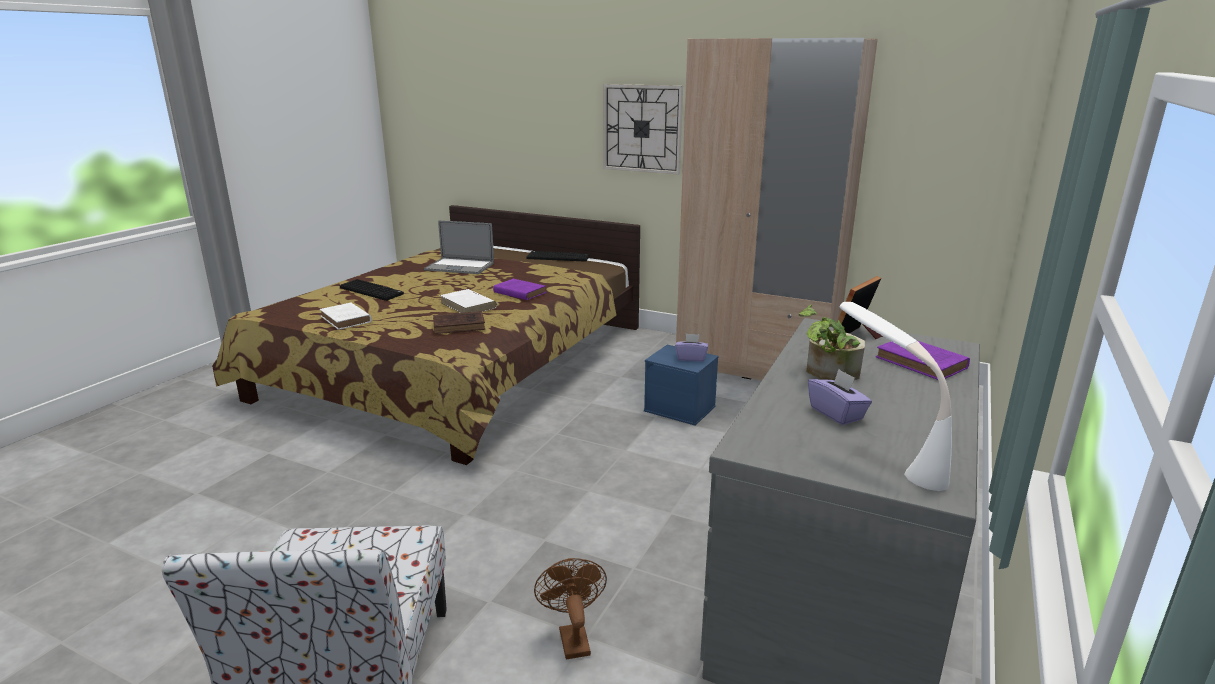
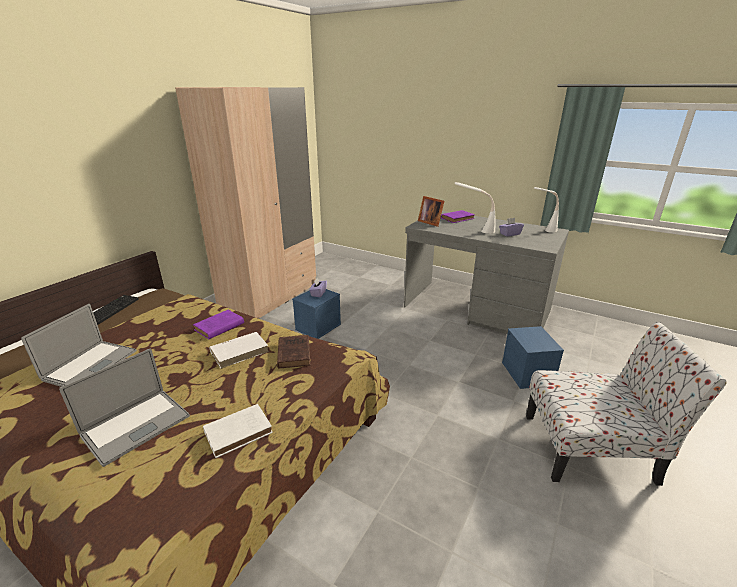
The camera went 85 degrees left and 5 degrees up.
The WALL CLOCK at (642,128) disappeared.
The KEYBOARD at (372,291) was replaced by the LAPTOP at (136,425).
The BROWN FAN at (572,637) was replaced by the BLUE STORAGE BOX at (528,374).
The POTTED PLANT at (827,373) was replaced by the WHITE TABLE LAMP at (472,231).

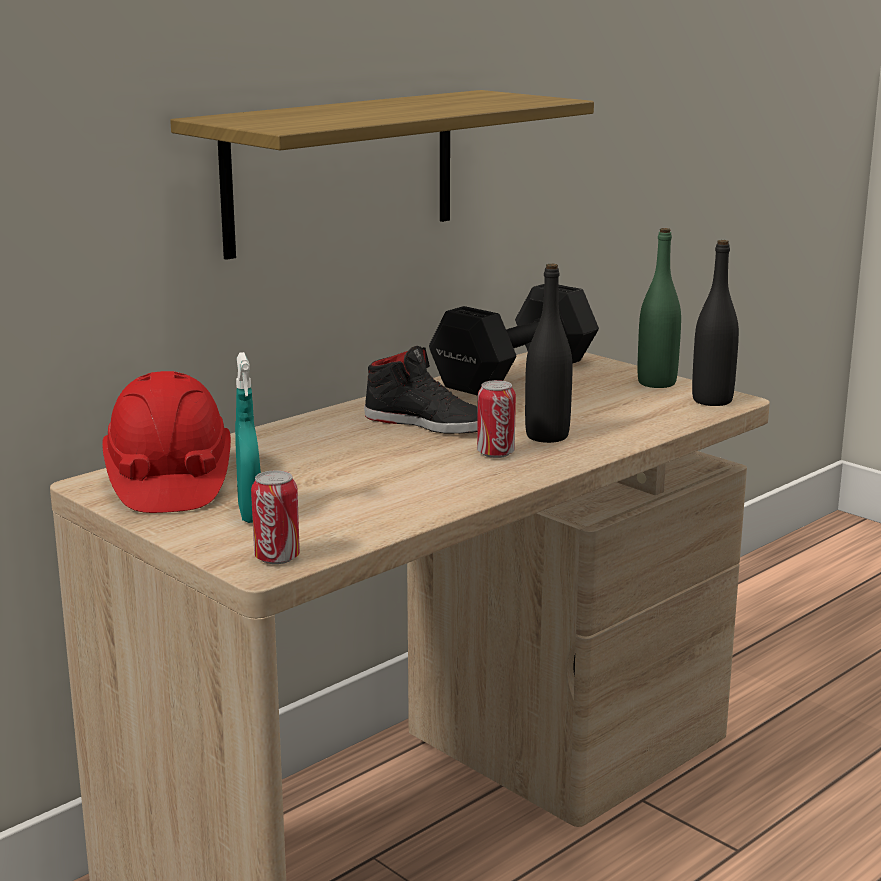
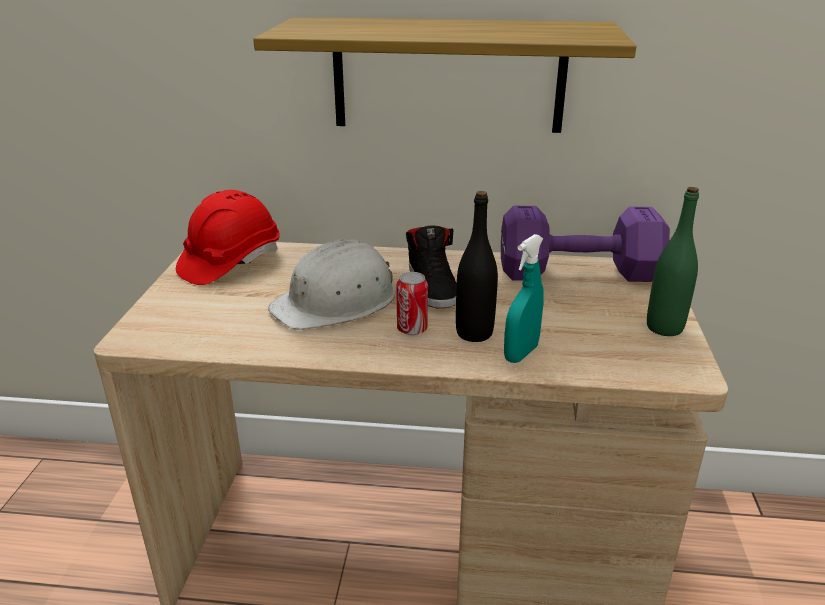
The camera went 50 degrees right and 10 degrees up.
The CAN at (277,558) disappeared.
The BLACK BOTTLE at (712,400) disappeared.
The WHITE HARD HAT at (337,301) appeared.
The TURQUOISE SPRAY BOTTLE moved from (250,514) to (521,353).
The BLACK DUMBBELL at (519,373) became the PURPLE DUMBBELL at (582,273).

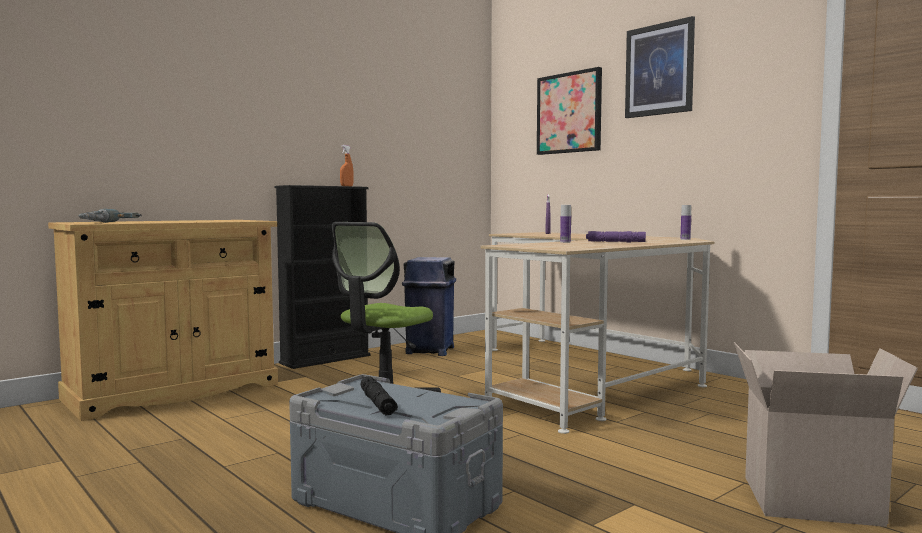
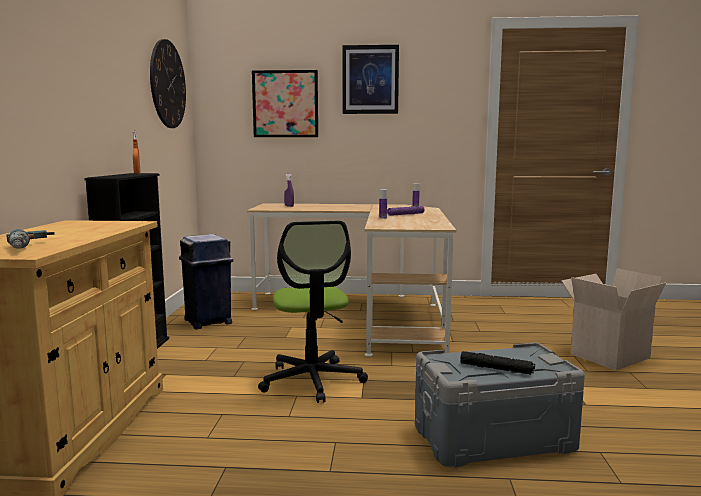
The camera went 45 degrees left and 5 degrees up.
The WALL CLOCK at (167,84) appeared.

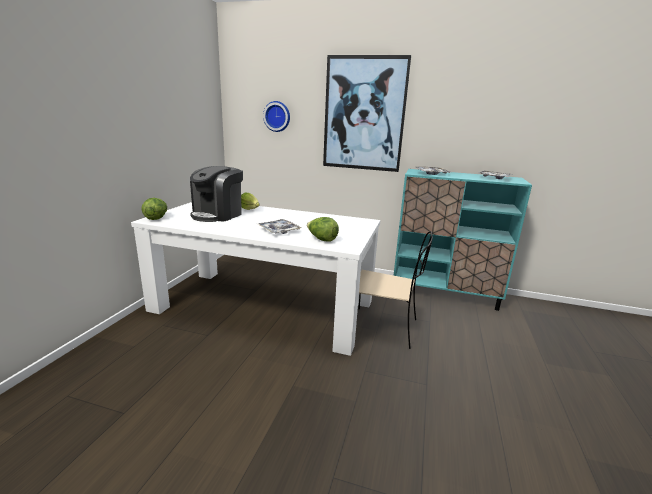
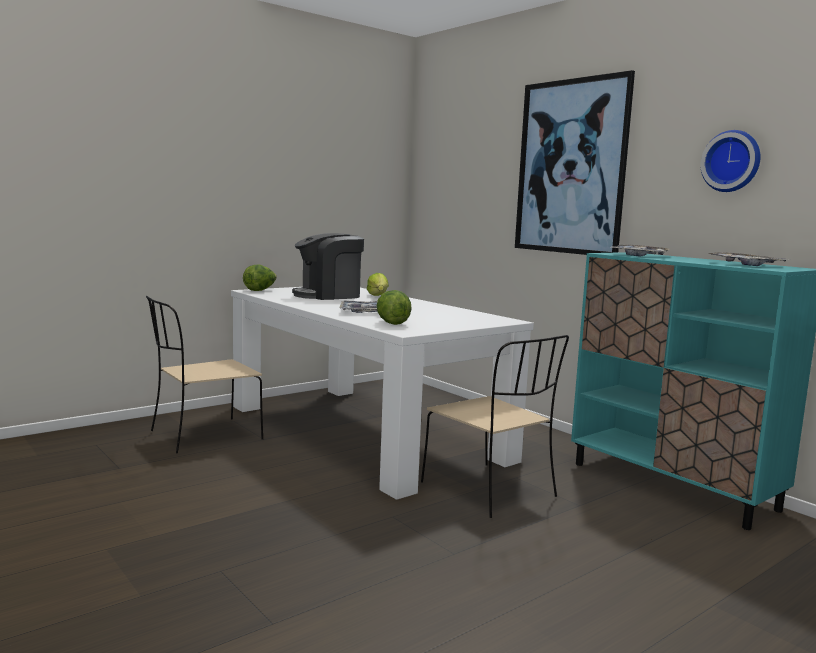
The camera went 35 degrees right and 10 degrees down.
The BEIGE CHAIR at (203,436) appeared.
The WALL CLOCK moved from (277,116) to (732,161).

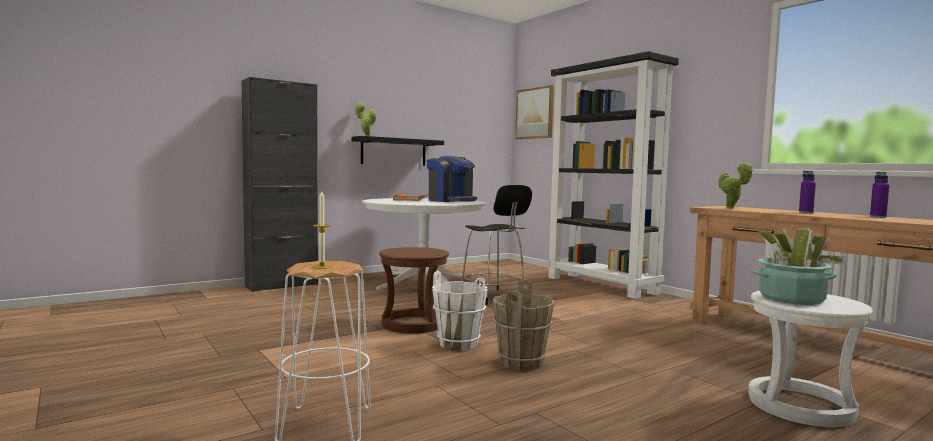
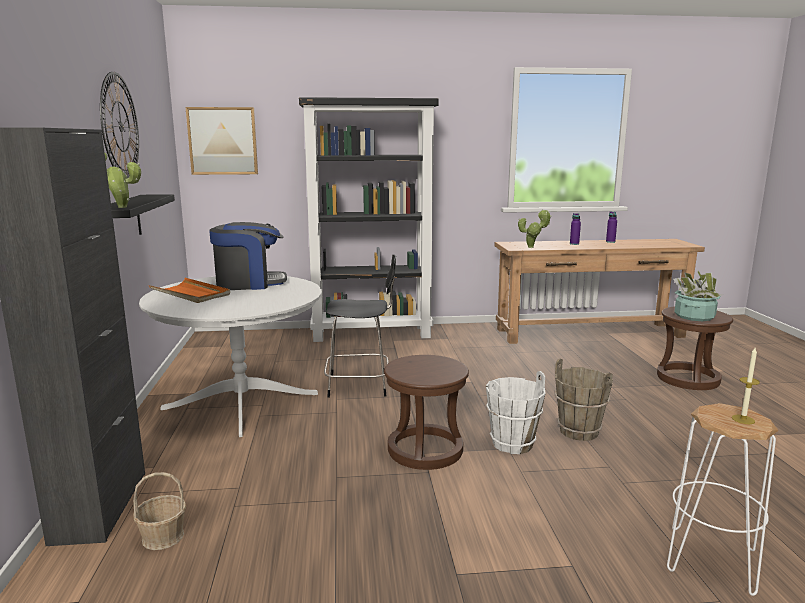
The camera went 60 degrees left and 10 degrees up.
The WALL CLOCK at (120,126) appeared.
The BASKET at (163,536) appeared.
The WHITE STOOL at (800,405) became the BROWN STOOL at (687,378).

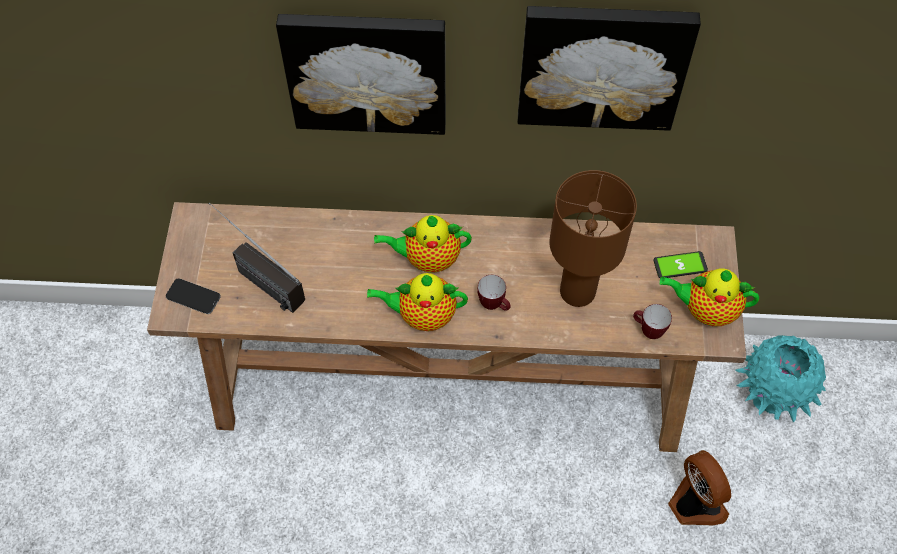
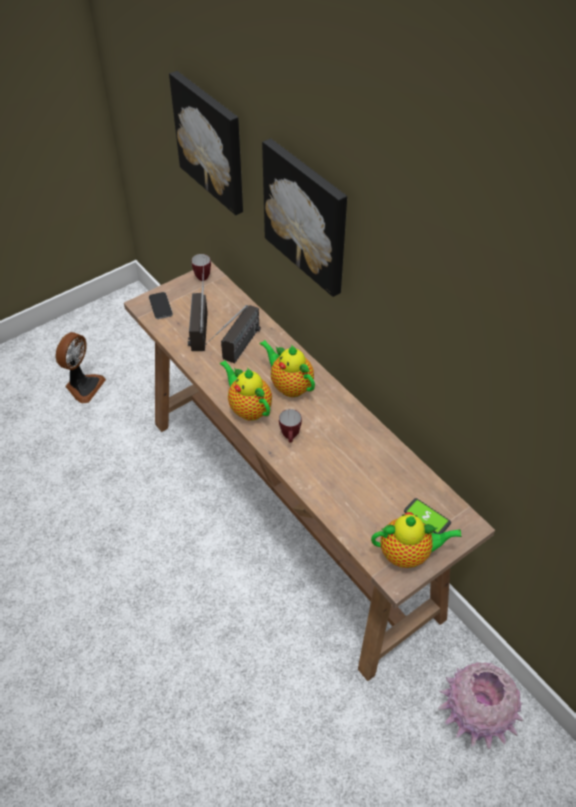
The camera went 50 degrees right and 10 degrees down.
The BROWN TABLE LAMP at (576,292) disappeared.
The RADIO at (236,353) appeared.
The PICTURE moved from (602,64) to (211,142).
The MUG moved from (647,331) to (202,276).
The FAN moved from (694,503) to (83,386).
The TURQUOISE VASE at (772,394) became the PINK VASE at (474,717).
The TEAPOT at (705,310) turned 120 degrees clockwise.

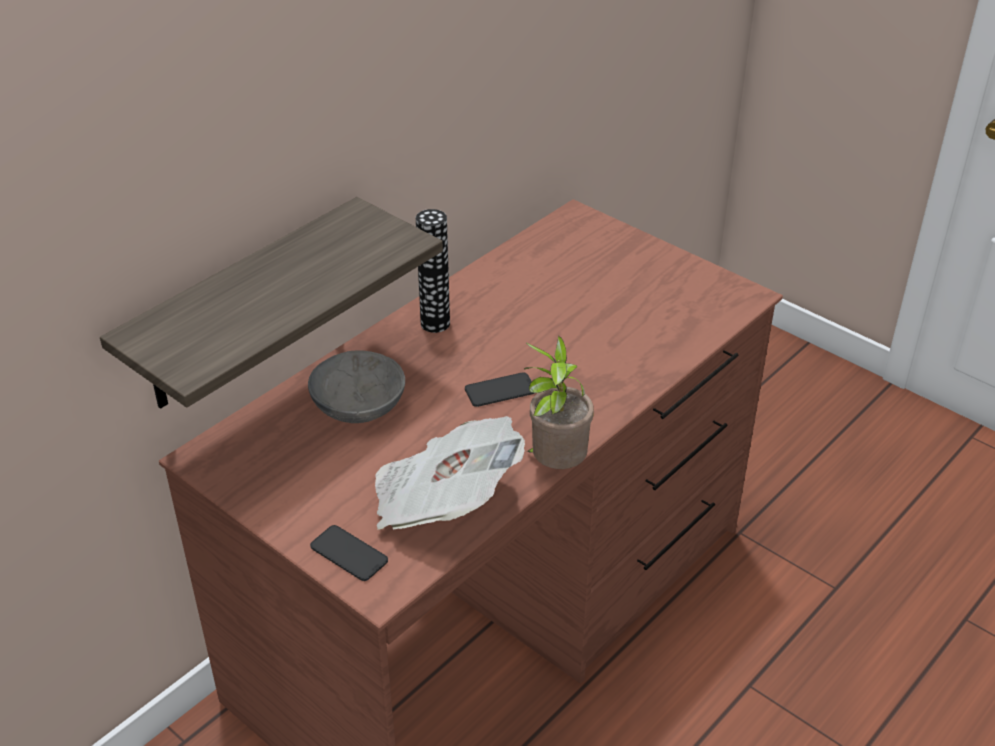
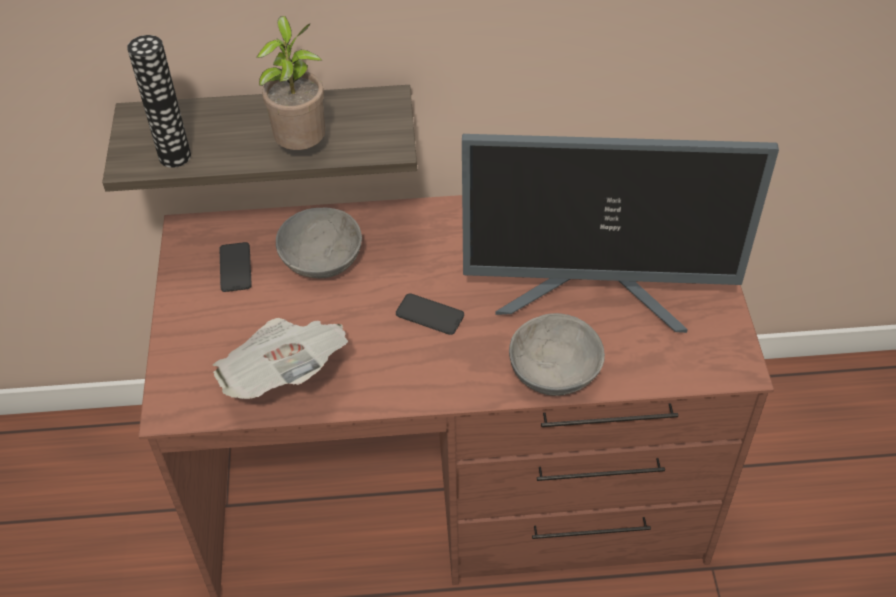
The camera went 45 degrees right and 10 degrees up.
The MONITOR at (597,294) appeared.
The GREY BOWL at (553,371) appeared.
The PHONE moved from (349,553) to (235,267).
The VASE moved from (435,323) to (175,156).
The POTTED PLANT moved from (555,465) to (302,147).

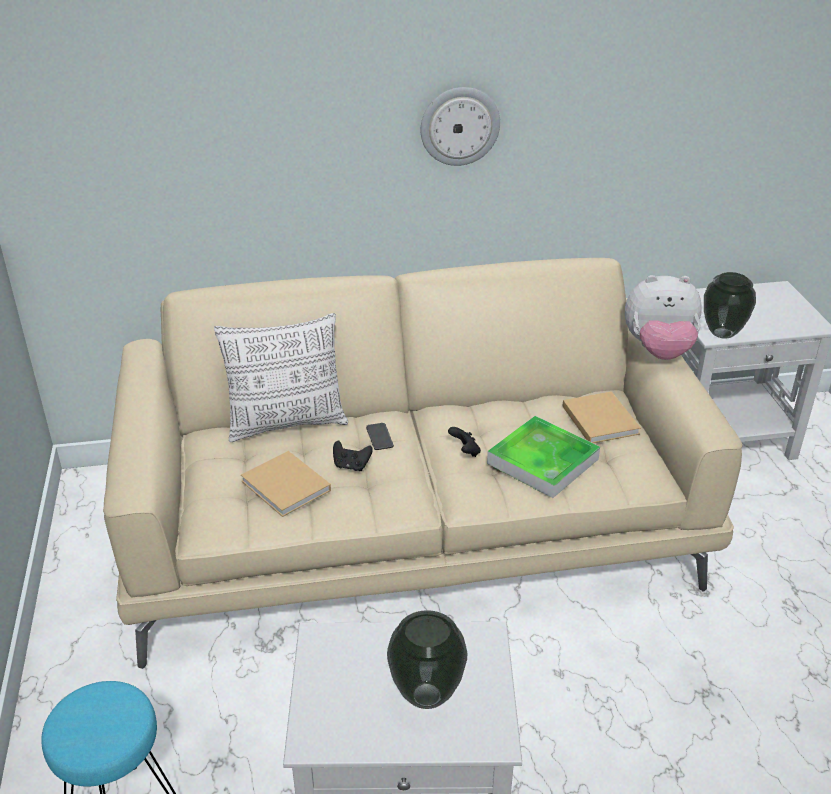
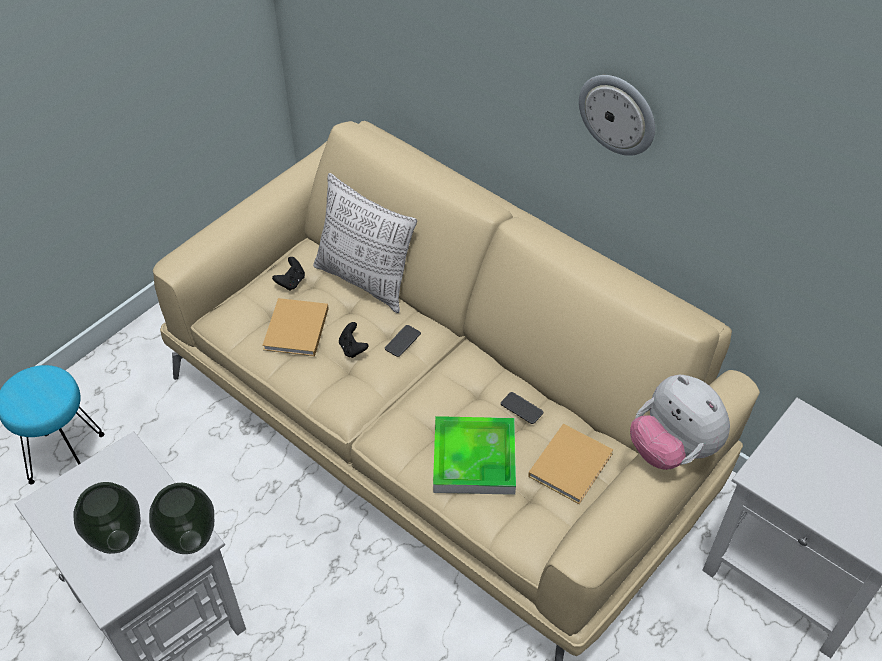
The camera went 50 degrees right and 15 degrees up.
The PHONE at (521,408) appeared.
The BLACK GAME CONTROLLER moved from (465,451) to (291,282).
The VASE moved from (721,333) to (190,540).

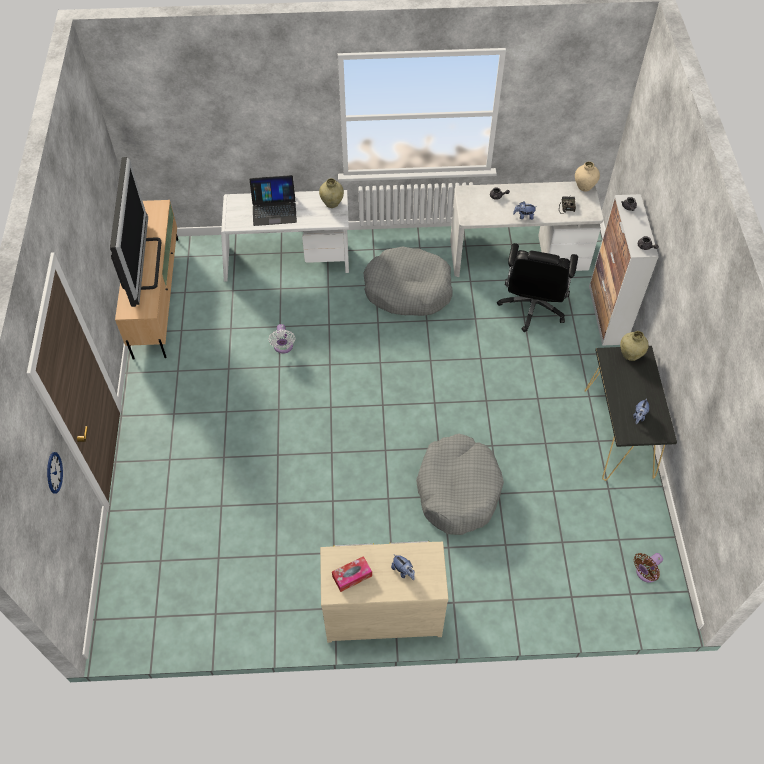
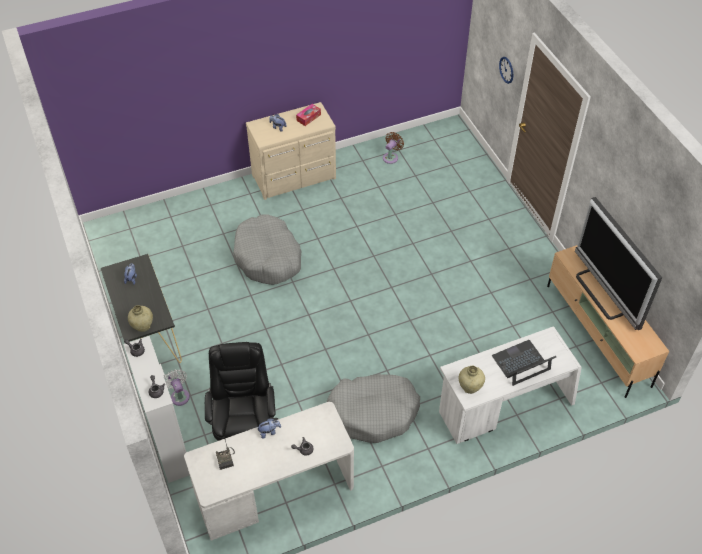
The camera went 160 degrees right and 5 degrees down.
The BEIGE VASE at (584,187) disappeared.
The WHITE FAN moved from (283,347) to (179,395).
The BROWN FAN moved from (645,573) to (391,157).

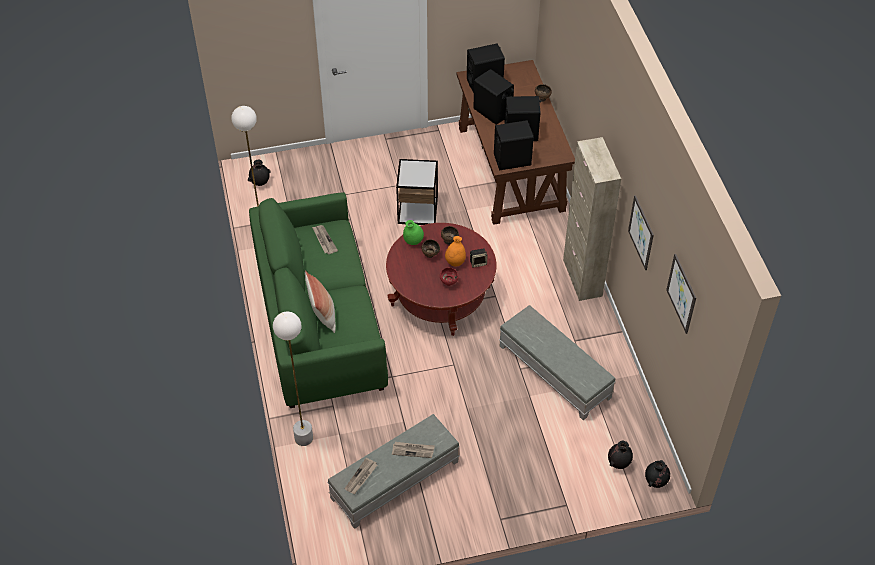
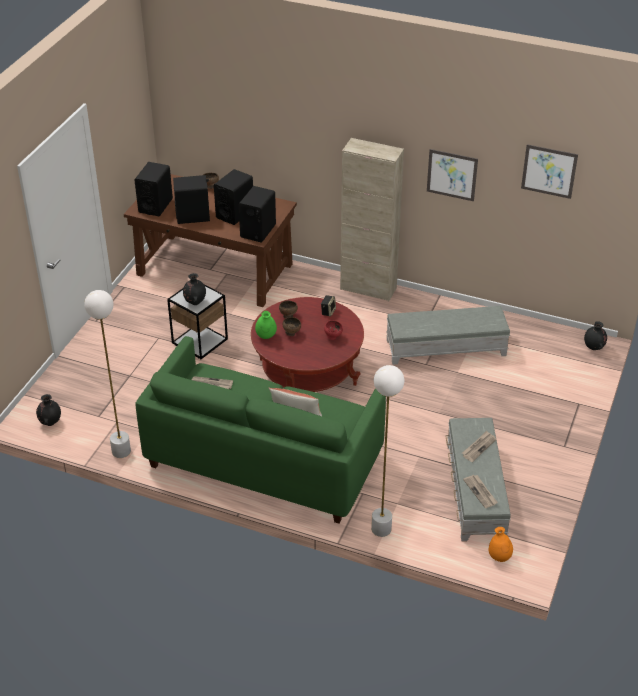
The camera went 55 degrees left and 10 degrees down.
The ORANGE VASE moved from (455,262) to (499,557).
The BLACK VASE moved from (618,463) to (195,302).

